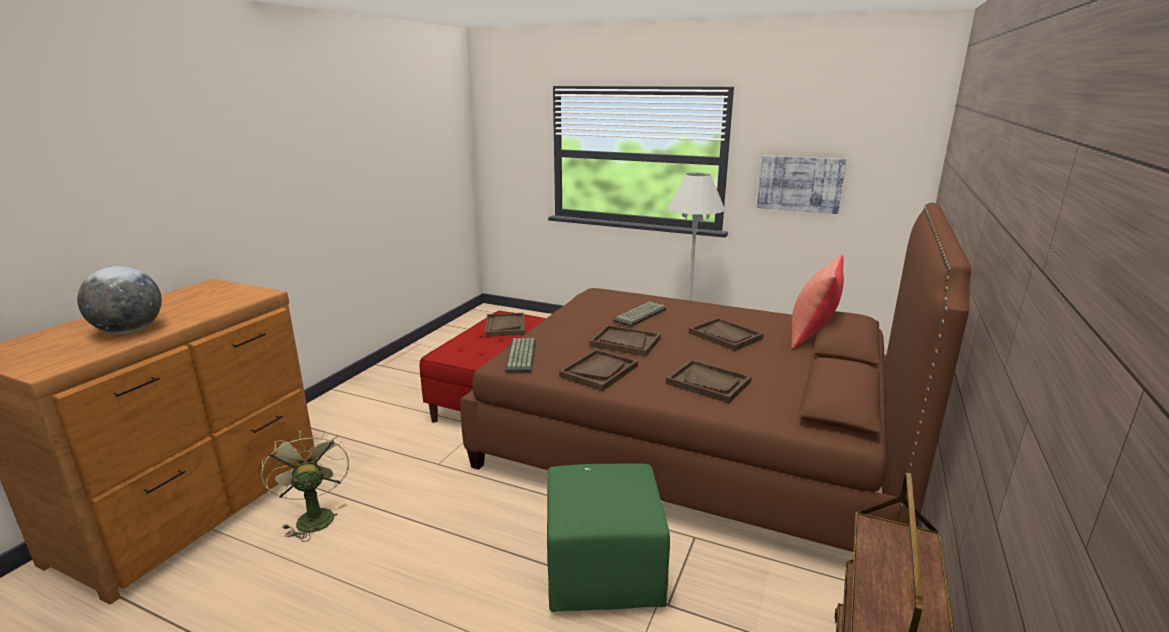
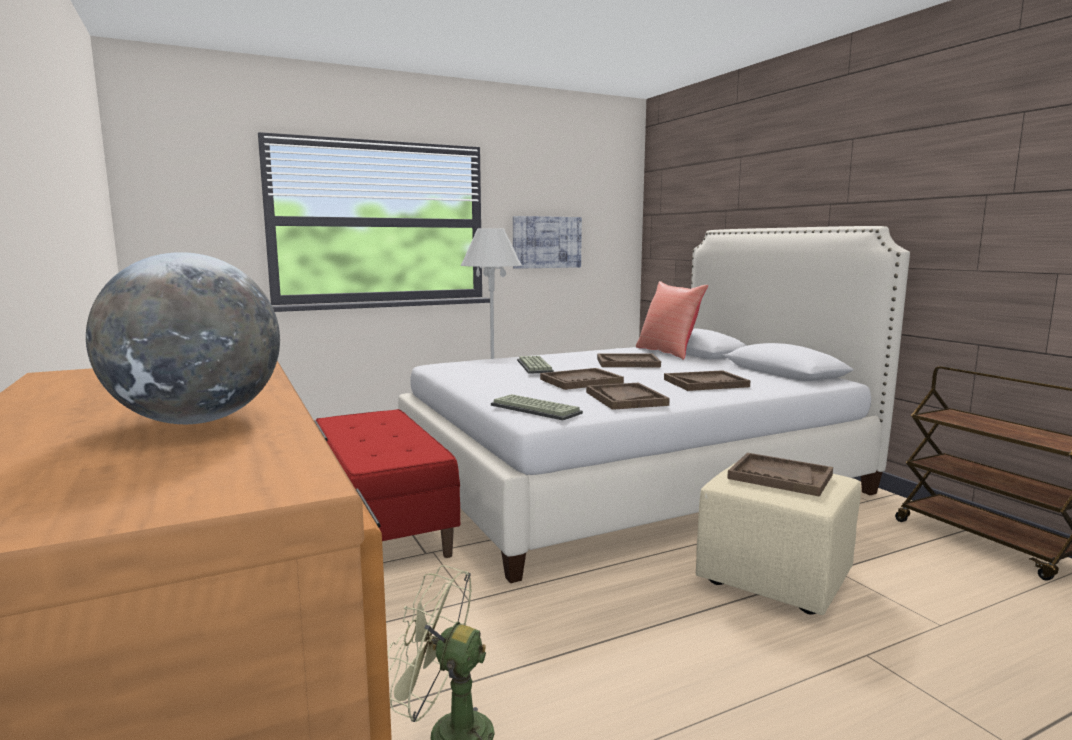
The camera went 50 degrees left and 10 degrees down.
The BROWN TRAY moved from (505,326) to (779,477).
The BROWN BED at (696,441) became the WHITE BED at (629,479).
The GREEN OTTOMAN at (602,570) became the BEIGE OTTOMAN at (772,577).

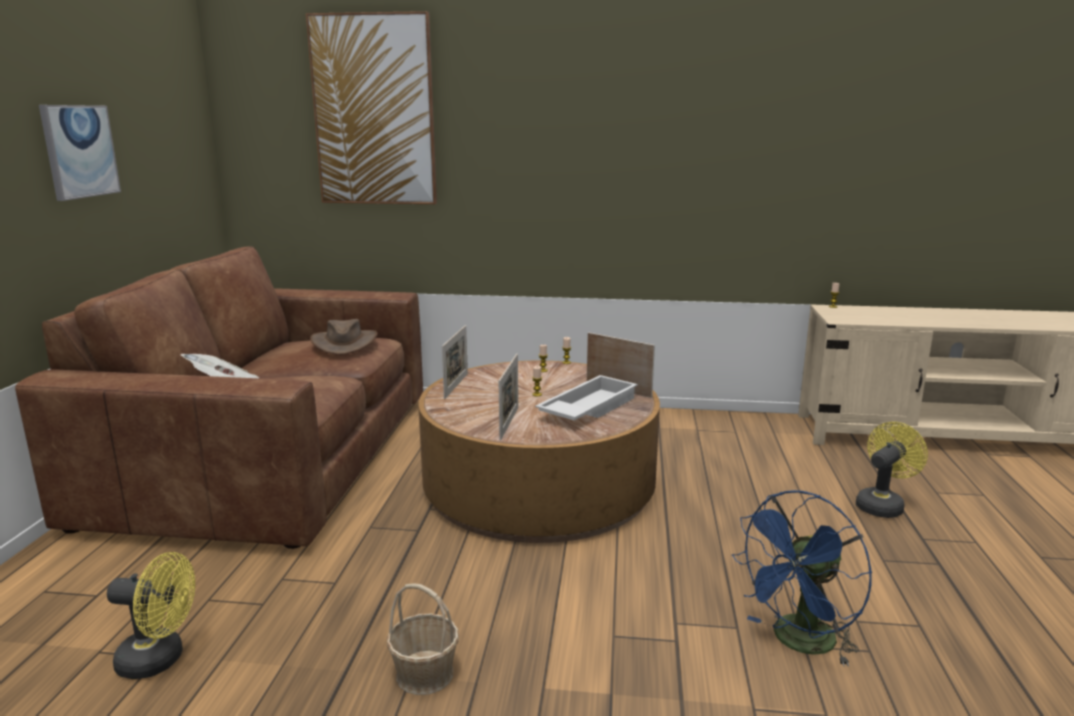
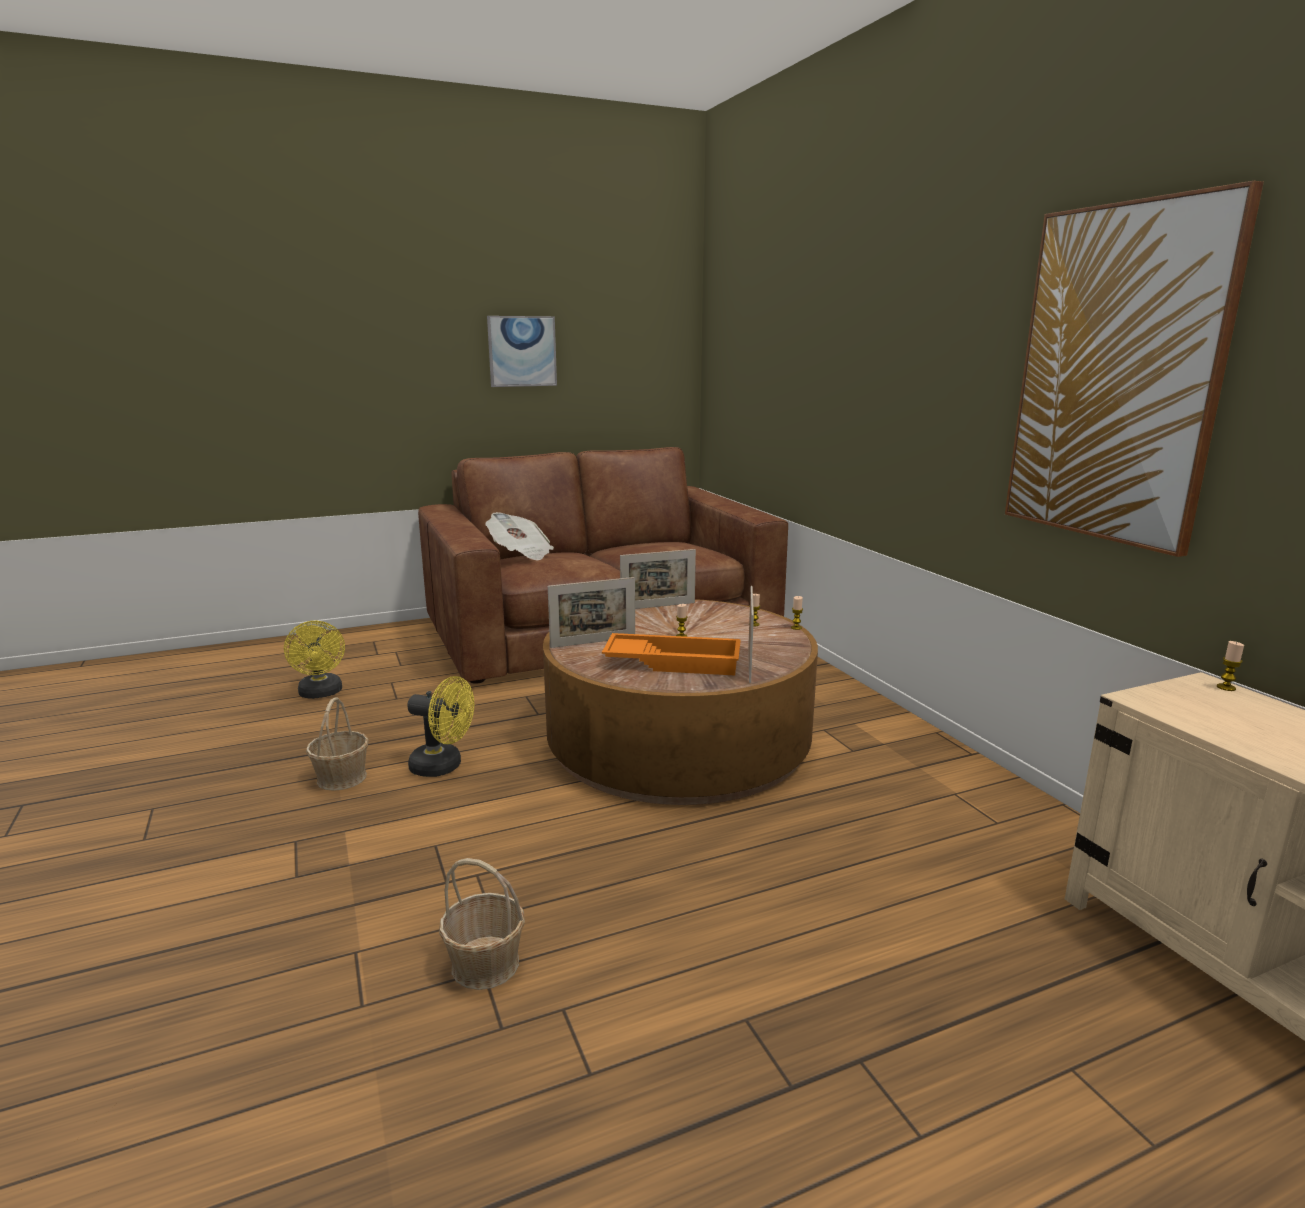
The camera went 60 degrees right and 0 degrees up.
The BROWN HAT at (344,343) disappeared.
The PICTURE moved from (374,111) to (1116,376).
The YELLOW FAN moved from (882,505) to (443,767).
The BLUE FAN at (798,643) was replaced by the BASKET at (485,965).
The WHITE TRAY at (587,408) became the ORANGE TRAY at (674,661).

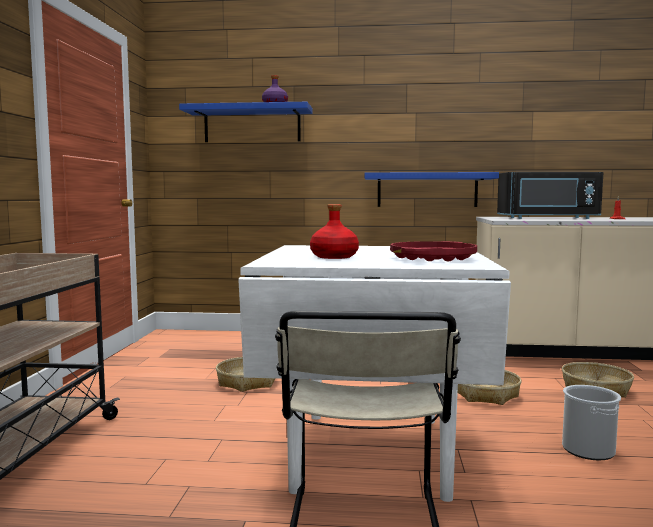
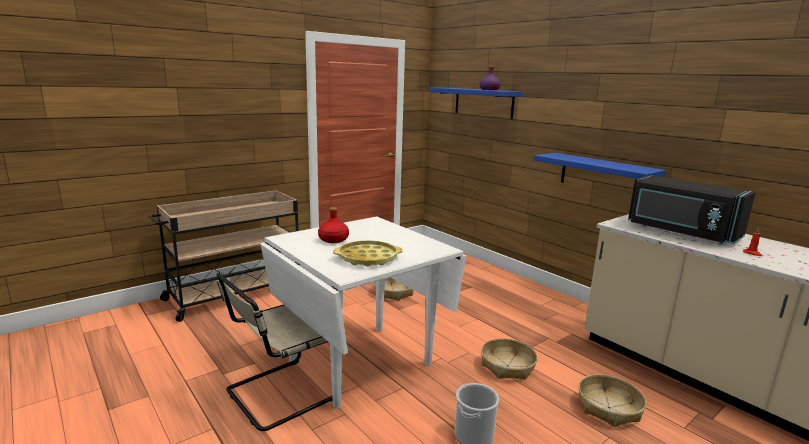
The camera went 45 degrees right and 10 degrees up.
The RED TRAY at (433,258) became the YELLOW TRAY at (368,258).

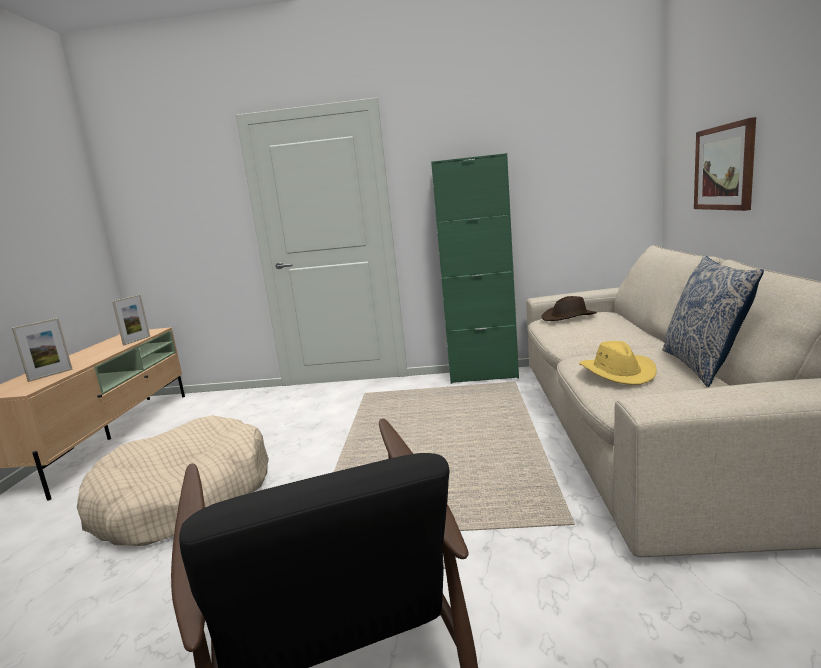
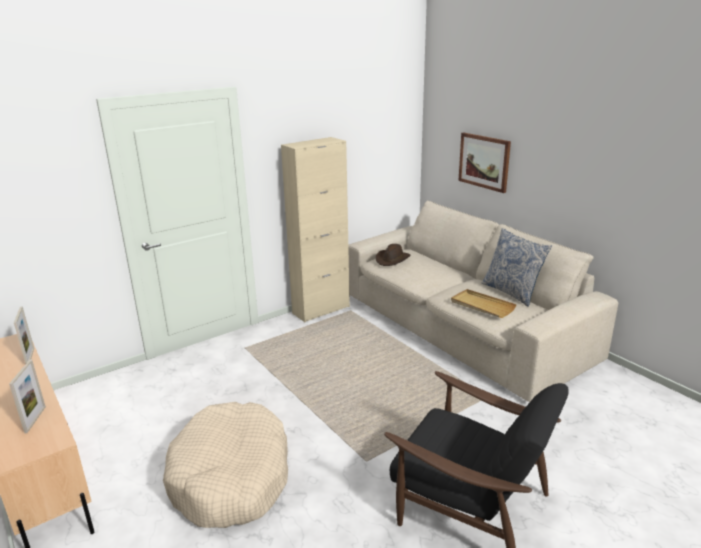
The camera went 40 degrees left and 10 degrees up.
The YELLOW HAT at (618,372) was replaced by the BEIGE TRAY at (482,305).
The GREEN CABINET at (483,376) became the BEIGE CABINET at (321,310).

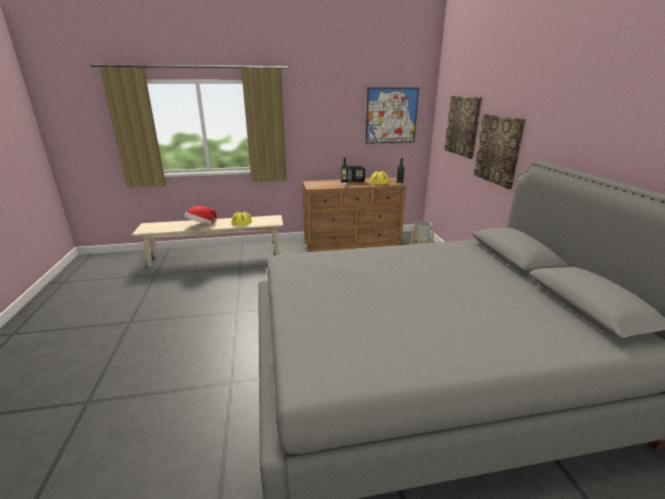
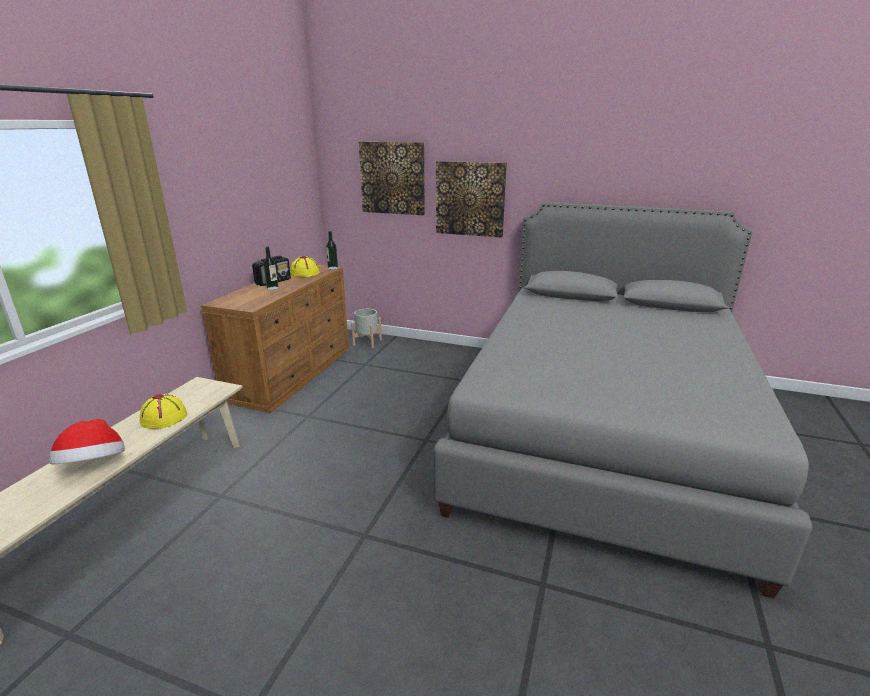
The camera went 60 degrees left and 0 degrees up.
The PICTURE at (391,116) disappeared.

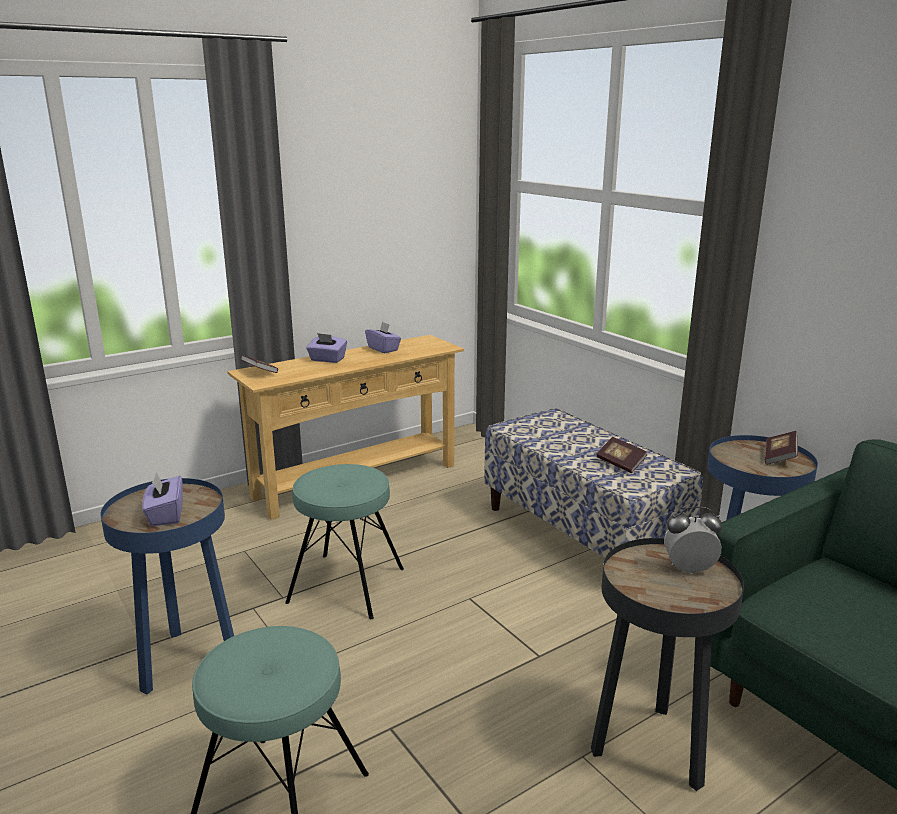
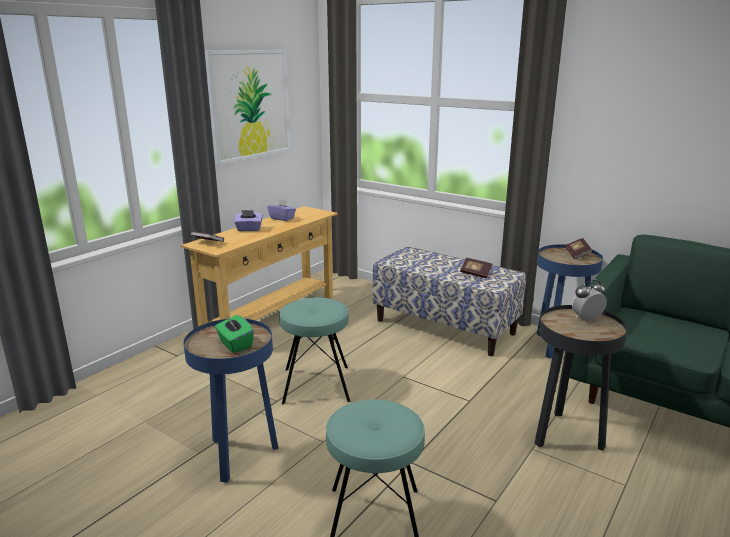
The camera went 20 degrees left and 0 degrees up.
The PICTURE at (249,104) appeared.
The PURPLE TISSUE BOX at (165,515) became the GREEN TISSUE BOX at (235,344).

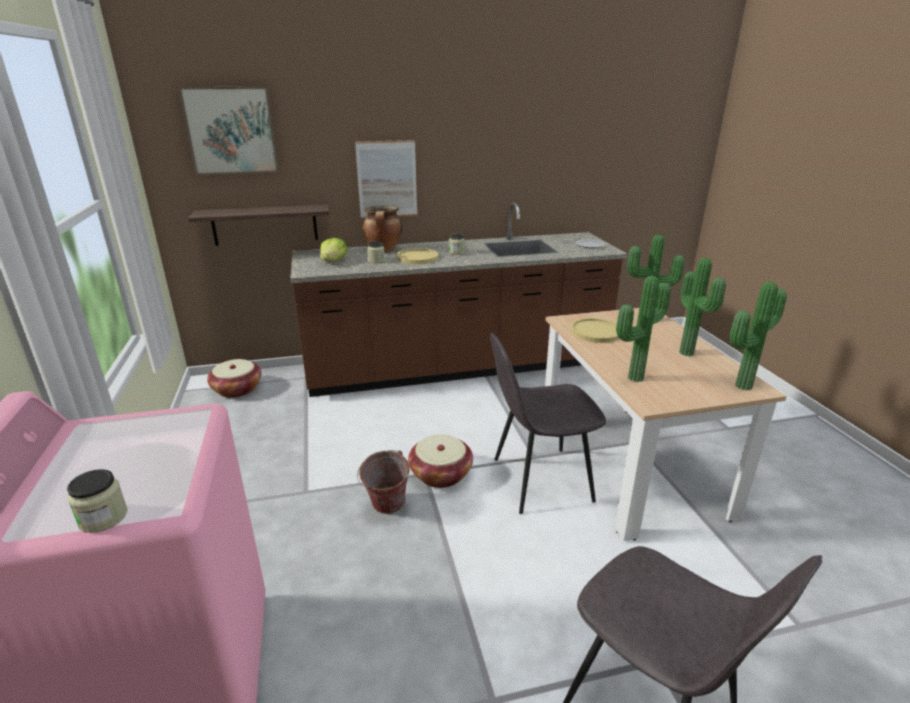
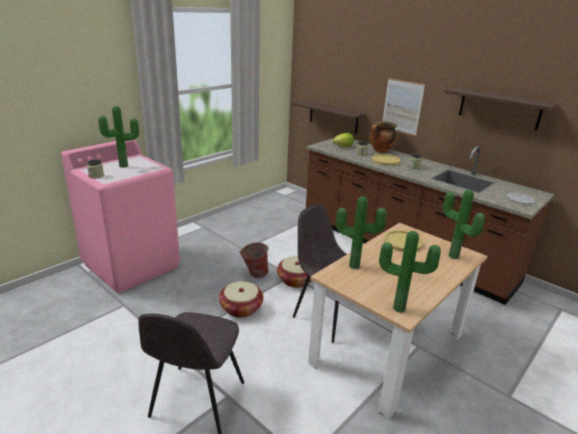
The camera went 55 degrees right and 0 degrees up.
The PICTURE at (231,131) disappeared.
The SHELF at (499,108) appeared.
The BASKET moved from (237,389) to (241,308).
The POTTED PLANT moved from (688,352) to (124,166).

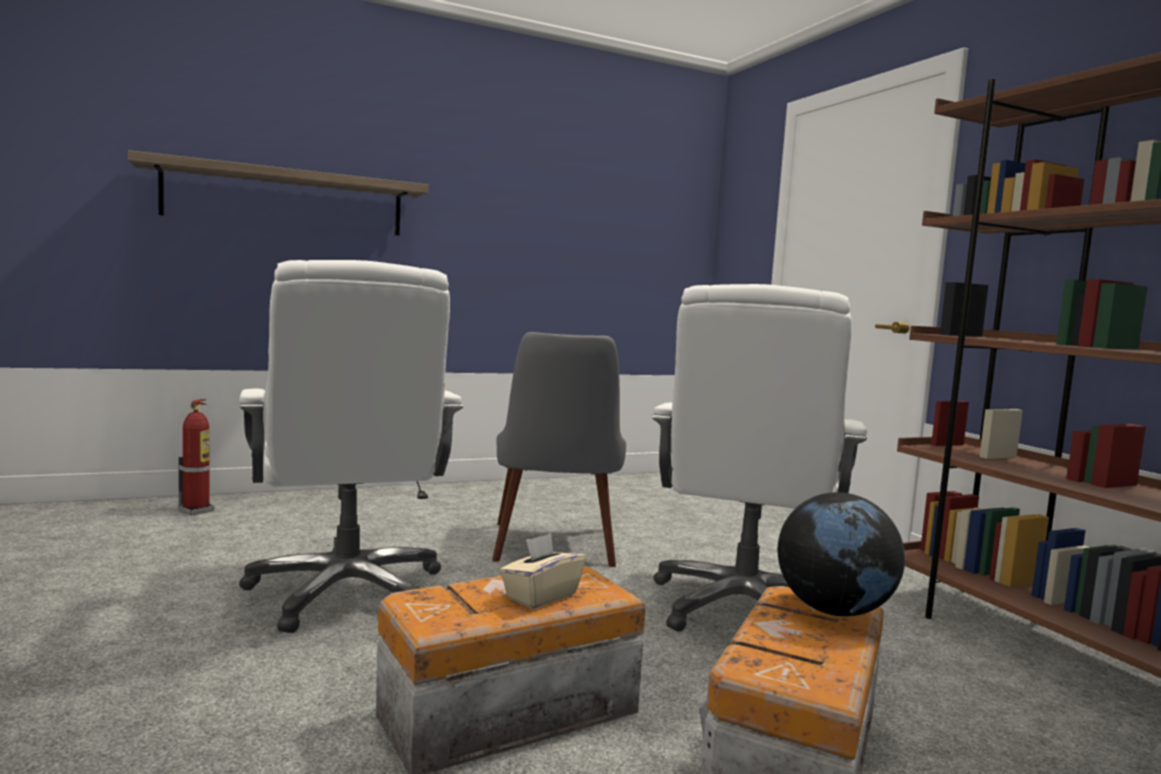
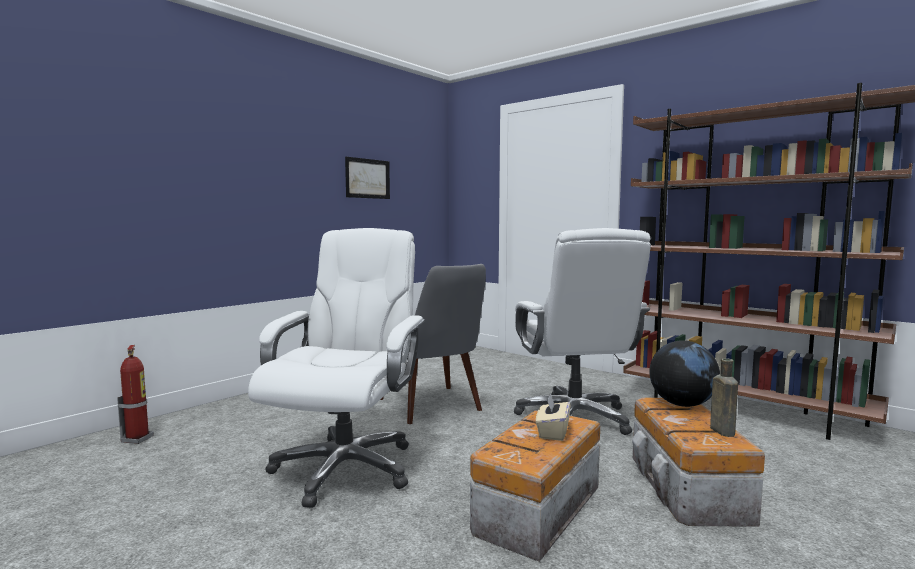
The camera went 25 degrees left and 0 degrees up.
The SHELF at (286,200) disappeared.
The PICTURE at (367,178) appeared.
The BROWN BOTTLE at (721,430) appeared.
The WHITE OFFICE CHAIR at (347,592) turned 120 degrees counterclockwise.

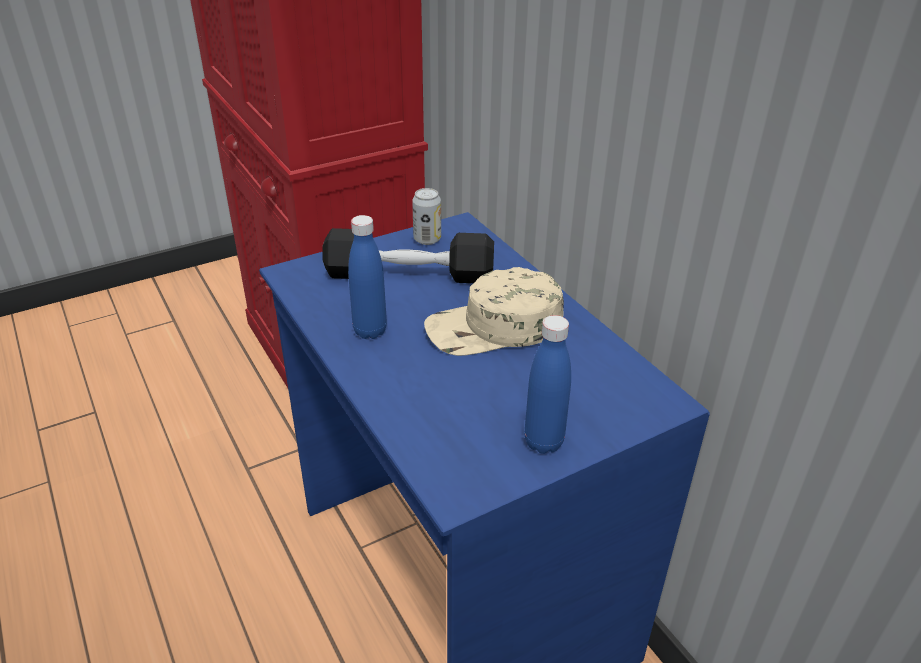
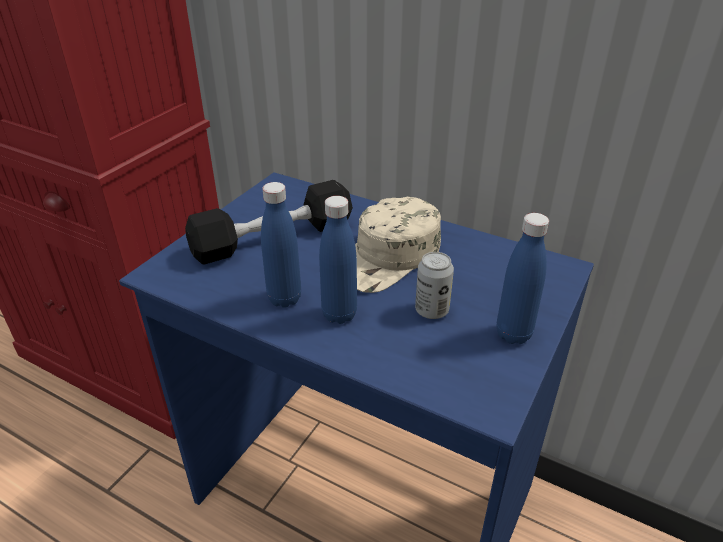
The camera went 30 degrees left and 0 degrees up.
The BLUE BOTTLE at (339,314) appeared.
The CAN moved from (427,239) to (431,310).

